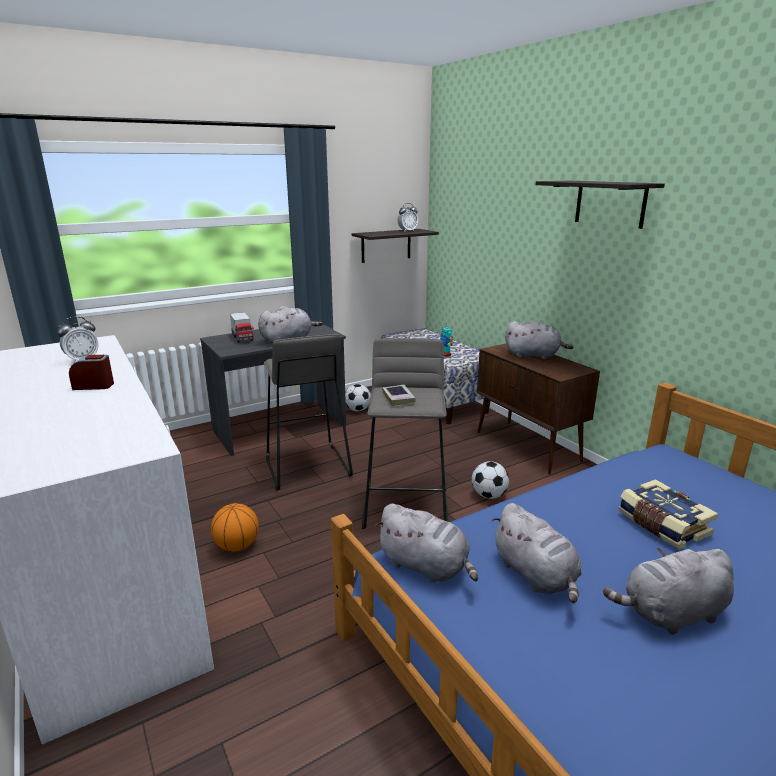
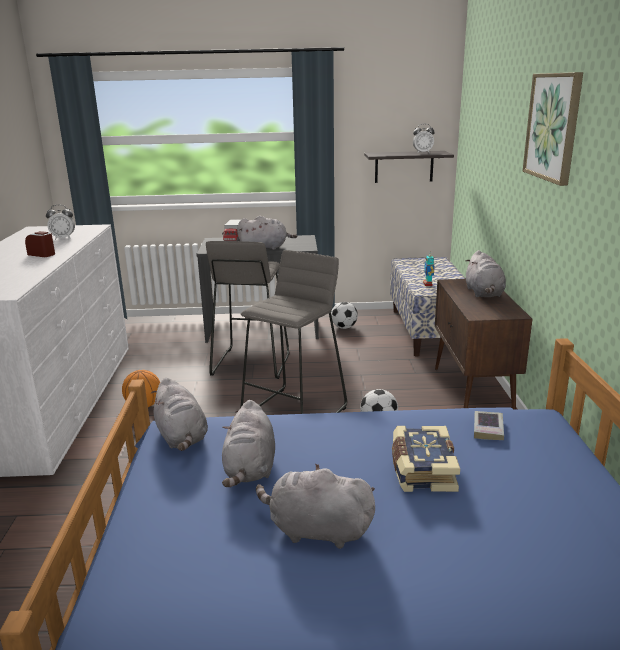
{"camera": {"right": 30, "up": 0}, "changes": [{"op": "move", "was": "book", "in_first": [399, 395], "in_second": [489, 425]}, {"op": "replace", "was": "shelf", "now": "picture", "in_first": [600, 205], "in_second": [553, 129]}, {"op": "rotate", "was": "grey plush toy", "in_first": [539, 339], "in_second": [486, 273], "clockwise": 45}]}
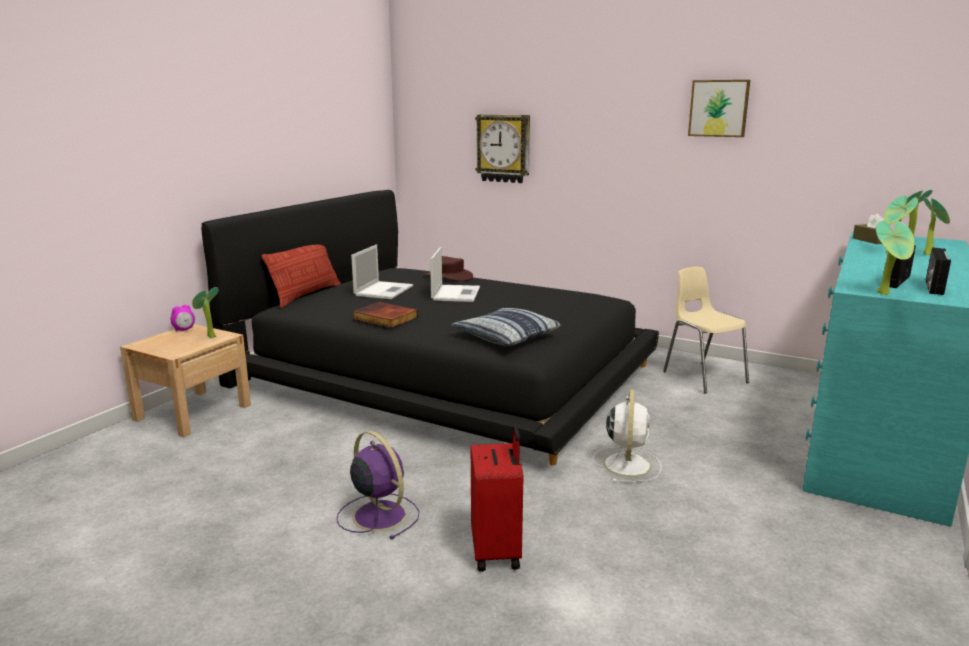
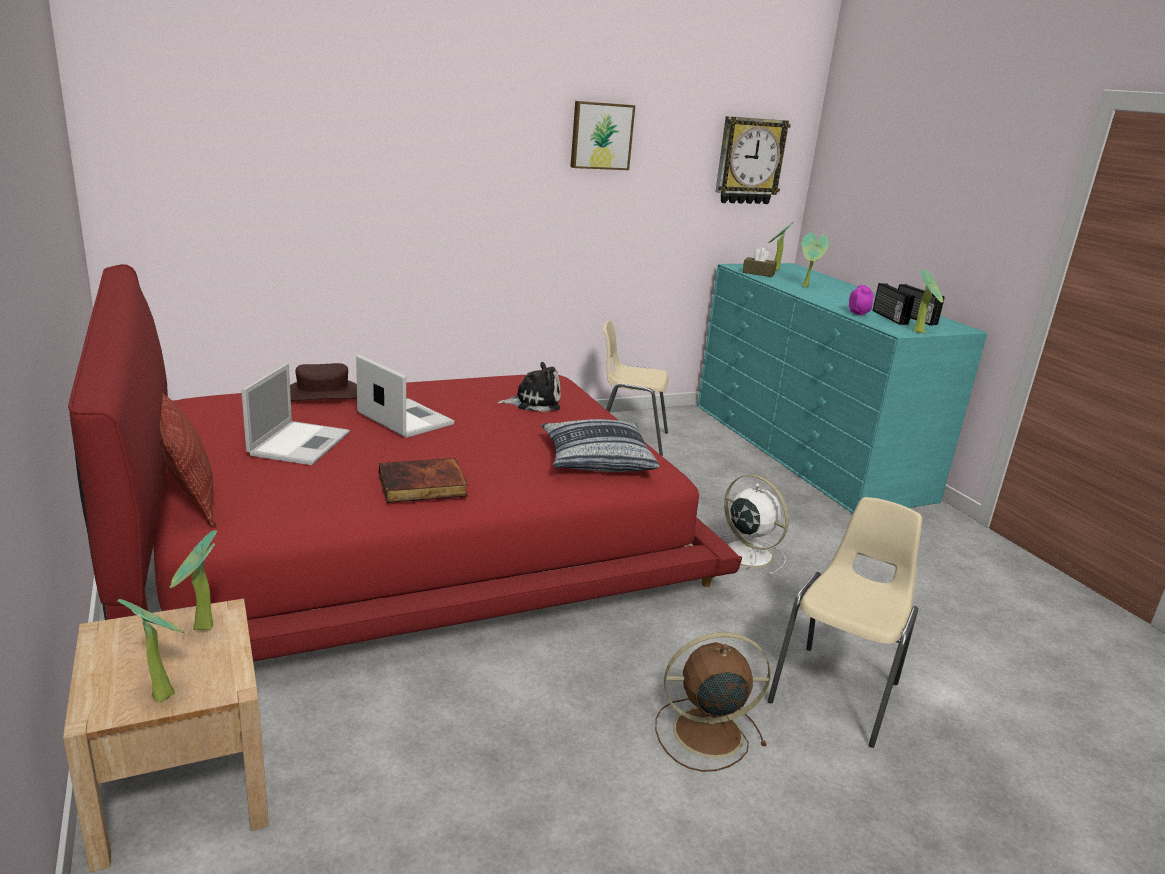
{"camera": {"right": -55, "up": 5}, "changes": [{"op": "insert", "now": "plush toy", "in_second": [529, 387]}, {"op": "move", "was": "alarm clock", "in_first": [182, 318], "in_second": [861, 300]}, {"op": "move", "was": "wall clock", "in_first": [502, 149], "in_second": [753, 160]}, {"op": "move", "was": "potted plant", "in_first": [936, 226], "in_second": [151, 650]}, {"op": "replace", "was": "red suitcase", "now": "beige chair", "in_first": [497, 498], "in_second": [845, 622]}, {"op": "recolor", "was": "black bed", "now": "red bed", "in_first": [430, 328], "in_second": [405, 462]}, {"op": "recolor", "was": "purple fan", "now": "brown fan", "in_first": [377, 485], "in_second": [713, 702]}, {"op": "rotate", "was": "laptop", "in_first": [382, 271], "in_second": [295, 414], "clockwise": 45}]}
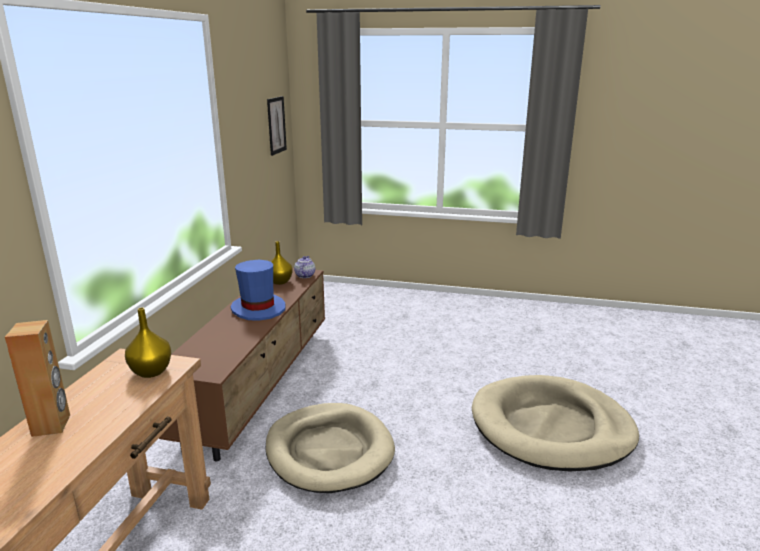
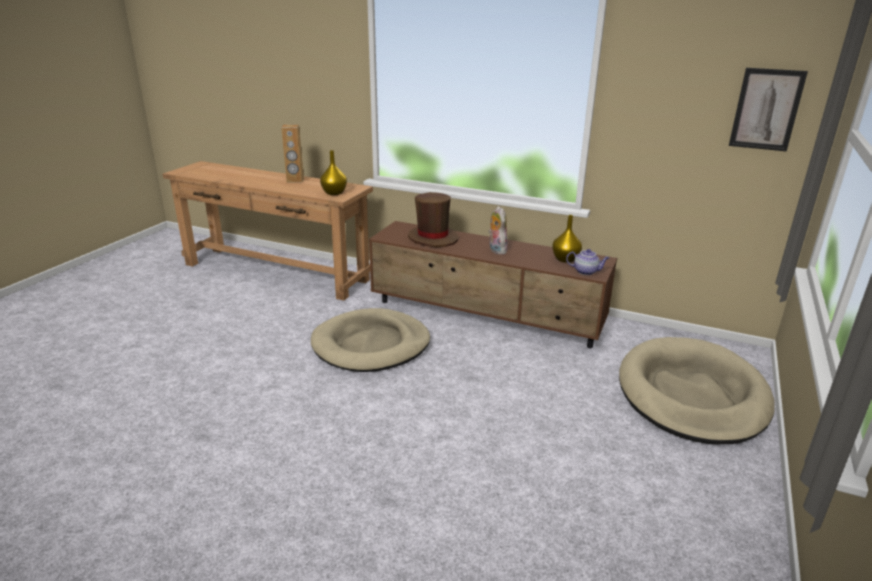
{"camera": {"right": 100, "up": 5}, "changes": [{"op": "insert", "now": "brown hat", "in_second": [433, 219]}, {"op": "move", "was": "beige dog bed", "in_first": [555, 423], "in_second": [697, 390]}, {"op": "replace", "was": "blue hat", "now": "plush toy", "in_first": [258, 290], "in_second": [498, 230]}]}
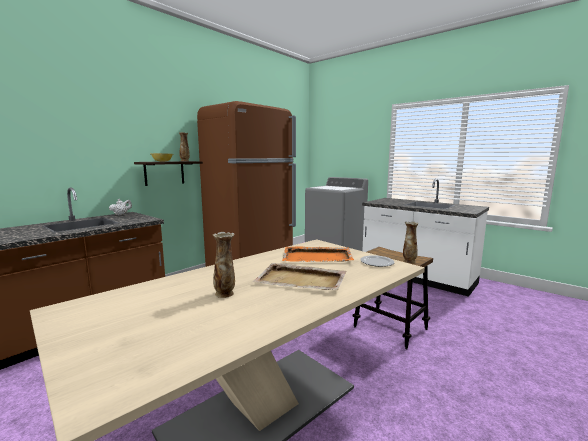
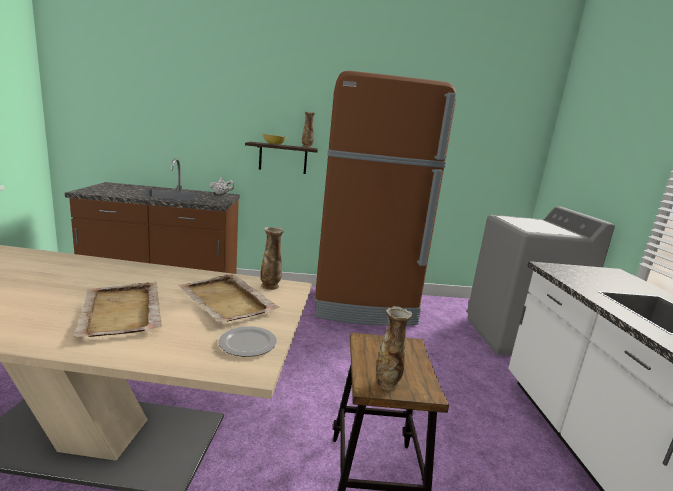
{"camera": {"right": 45, "up": 5}, "changes": [{"op": "move", "was": "vase", "in_first": [224, 265], "in_second": [272, 258]}, {"op": "recolor", "was": "orange tray", "now": "beige tray", "in_first": [318, 254], "in_second": [229, 298]}]}
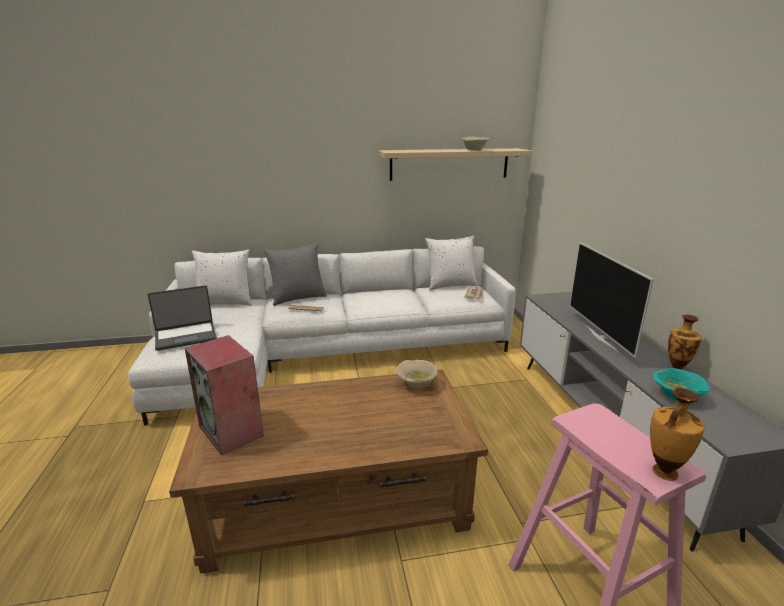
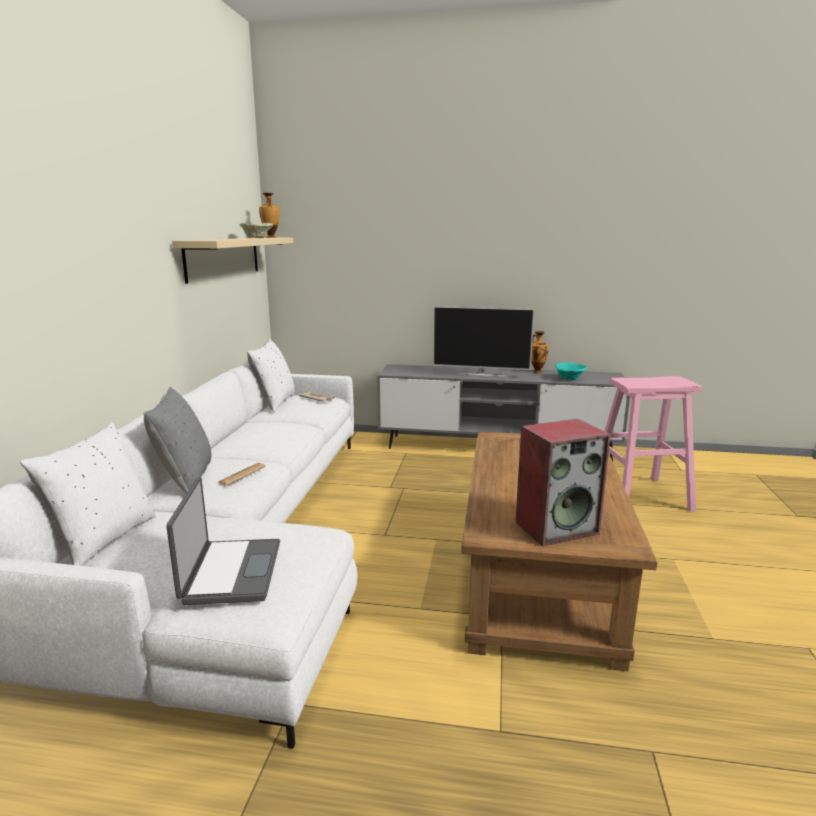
{"camera": {"right": -70, "up": -5}, "changes": [{"op": "delete", "was": "beige bowl", "in_first": [417, 374]}, {"op": "move", "was": "vase", "in_first": [677, 434], "in_second": [269, 215]}]}
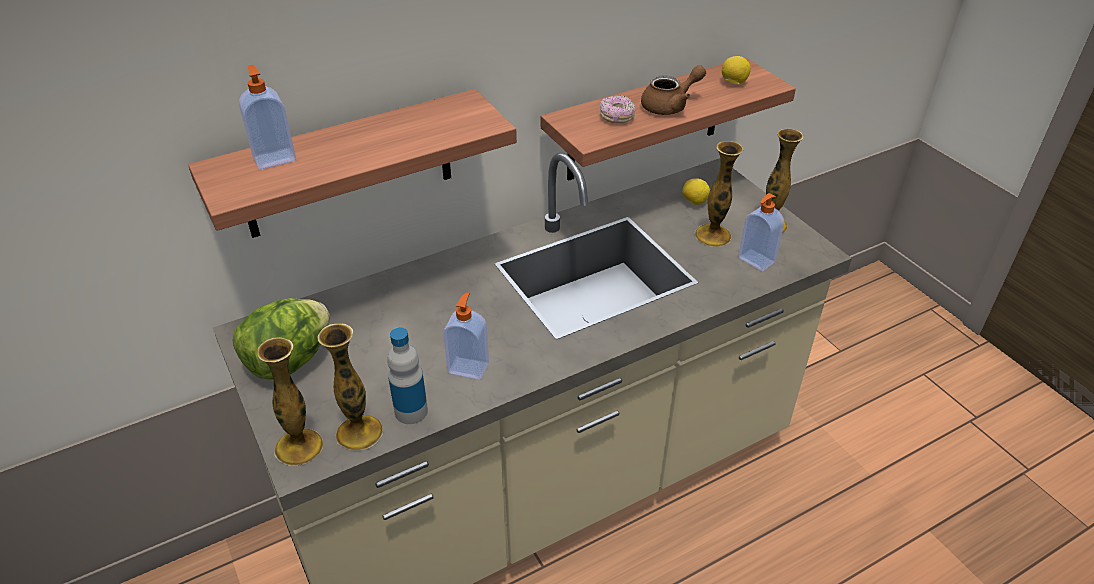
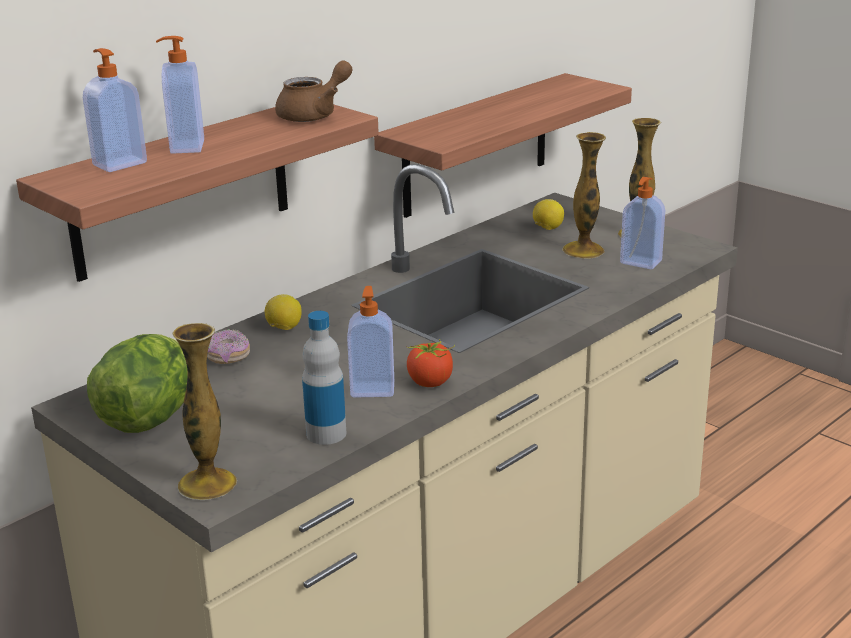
{"camera": {"right": -15, "up": -15}, "changes": [{"op": "delete", "was": "vase", "in_first": [350, 387]}, {"op": "insert", "now": "soap dispenser", "in_second": [180, 95]}, {"op": "insert", "now": "tomato", "in_second": [430, 363]}, {"op": "move", "was": "donut", "in_first": [618, 109], "in_second": [228, 346]}, {"op": "move", "was": "brown teapot", "in_first": [673, 90], "in_second": [314, 91]}, {"op": "move", "was": "lemon", "in_first": [736, 70], "in_second": [283, 312]}]}
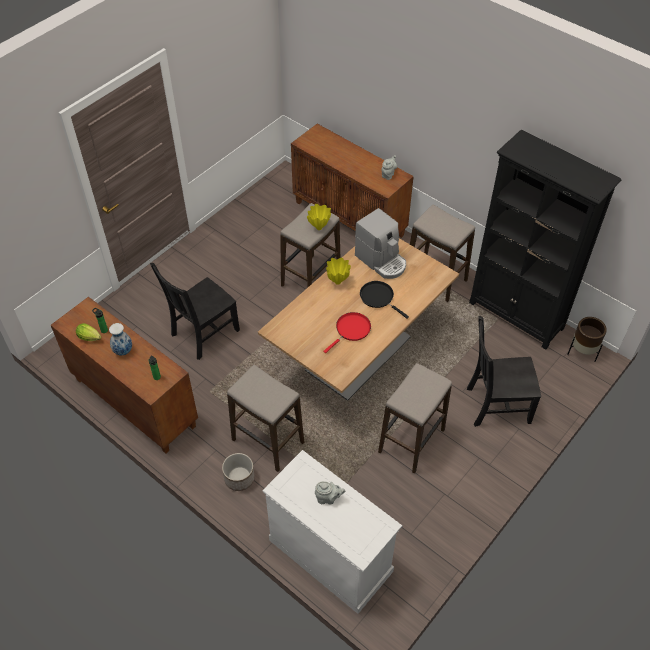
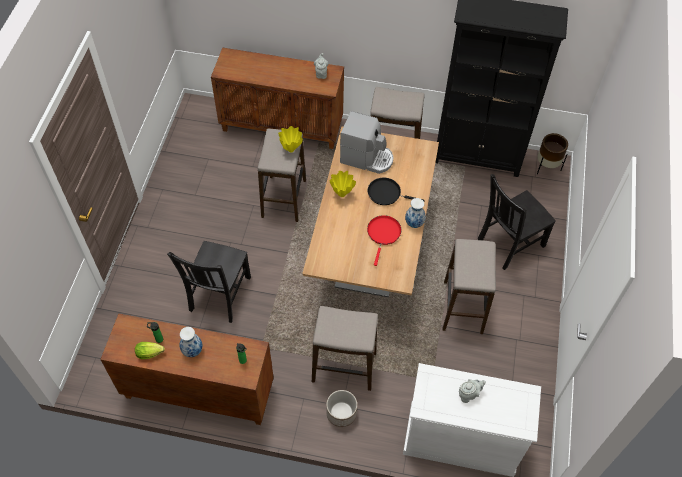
{"camera": {"right": -30, "up": 5}, "changes": [{"op": "insert", "now": "vase", "in_second": [415, 213]}]}
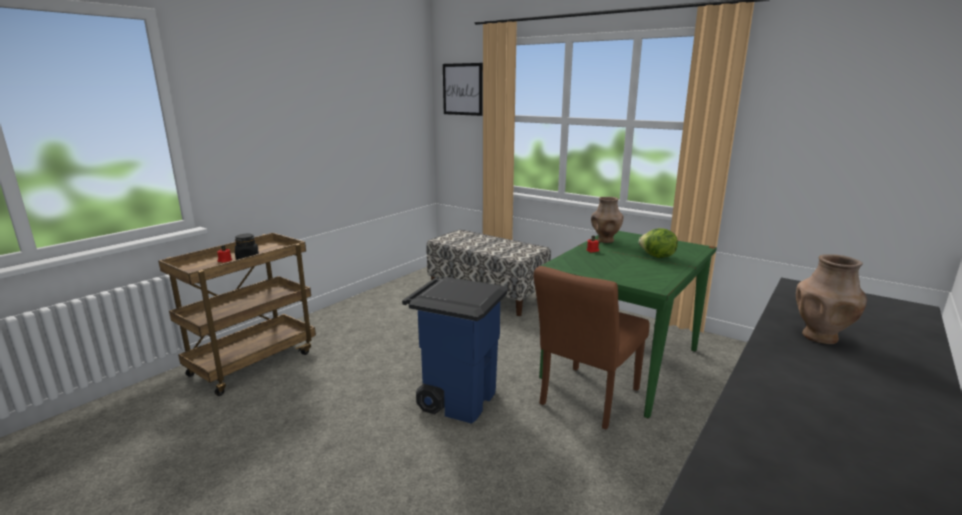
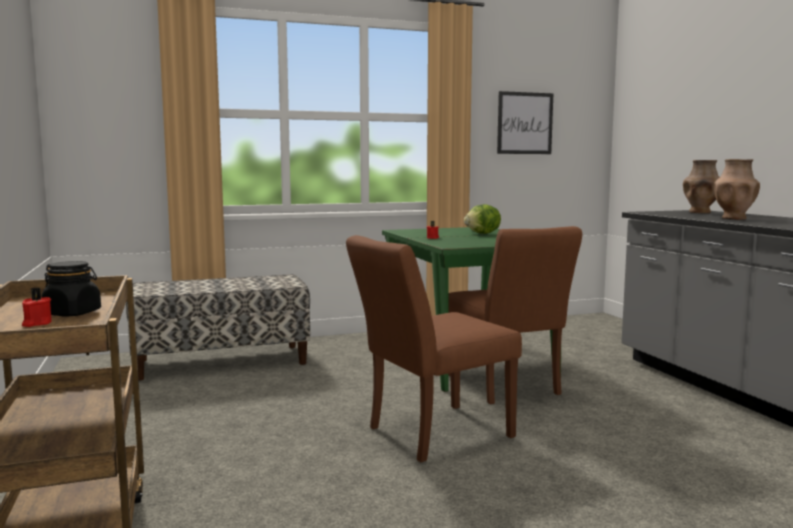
{"camera": {"right": -55, "up": -10}, "changes": [{"op": "move", "was": "picture", "in_first": [463, 89], "in_second": [525, 122]}, {"op": "move", "was": "brown vase", "in_first": [607, 220], "in_second": [701, 186]}, {"op": "replace", "was": "blue trash can", "now": "brown chair", "in_first": [455, 350], "in_second": [434, 348]}]}
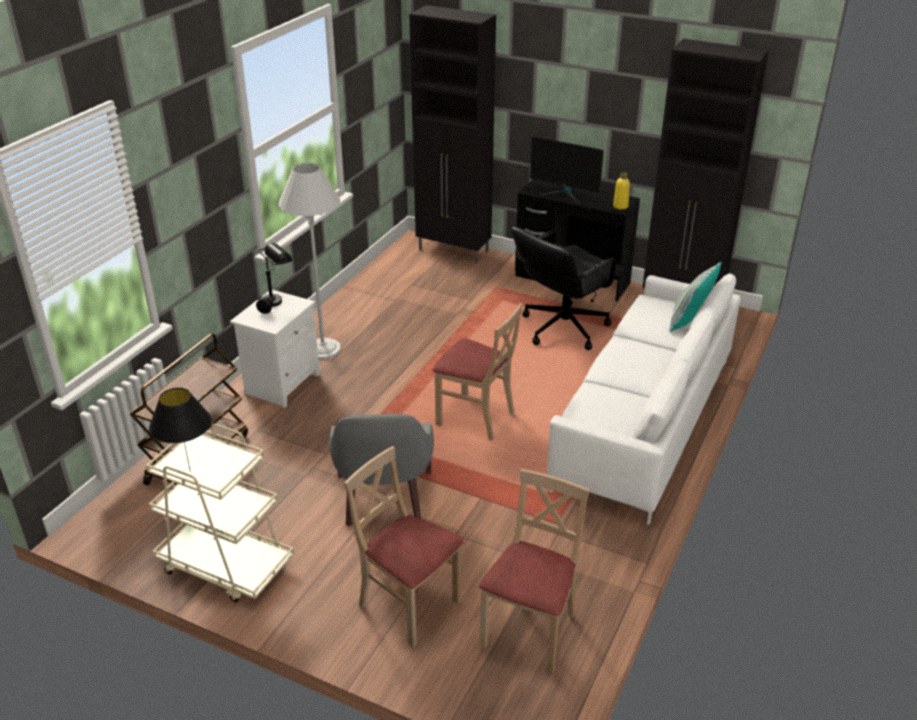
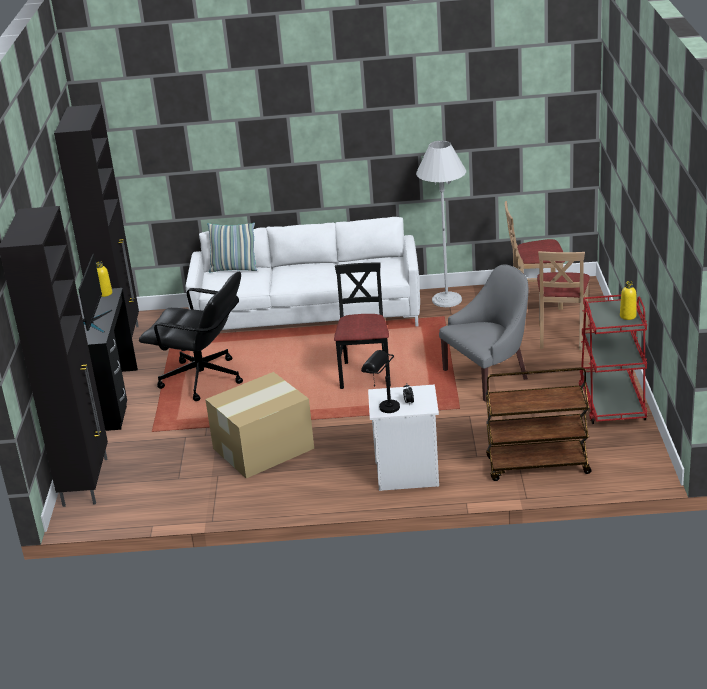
{"camera": {"right": -115, "up": -5}, "changes": [{"op": "insert", "now": "cardboard box", "in_second": [259, 425]}, {"op": "move", "was": "white floor lamp", "in_first": [309, 261], "in_second": [441, 224]}, {"op": "replace", "was": "black table lamp", "now": "yellow bottle", "in_first": [180, 430], "in_second": [628, 300]}, {"op": "recolor", "was": "beige cart", "now": "red cart", "in_first": [220, 513], "in_second": [613, 359]}, {"op": "recolor", "was": "beige chair", "now": "black chair", "in_first": [477, 372], "in_second": [362, 326]}]}
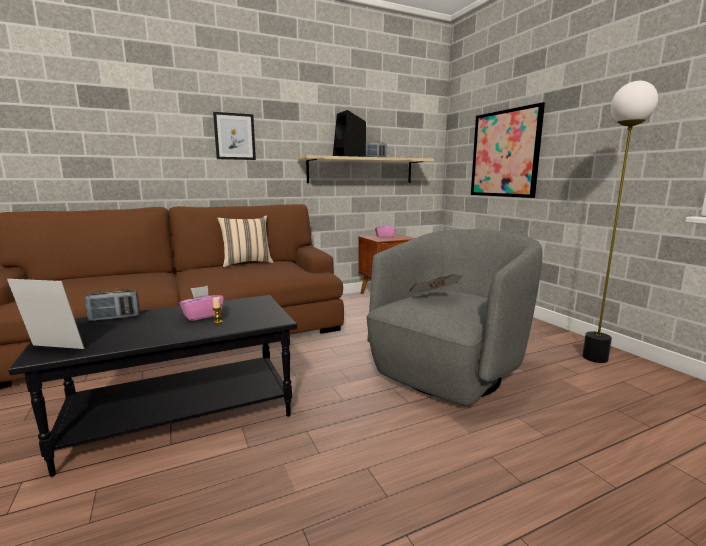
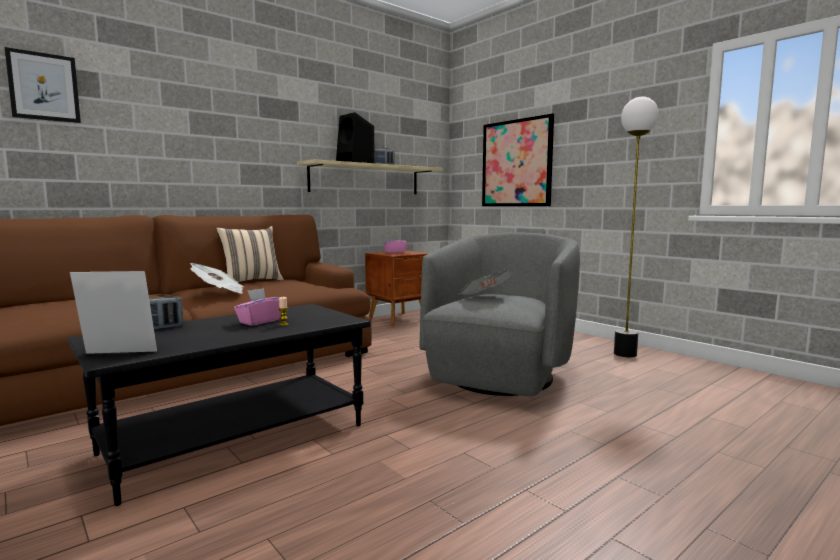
{"camera": {"right": -15, "up": -5}, "changes": [{"op": "insert", "now": "newspaper", "in_second": [217, 278]}, {"op": "move", "was": "picture", "in_first": [234, 136], "in_second": [43, 85]}]}
